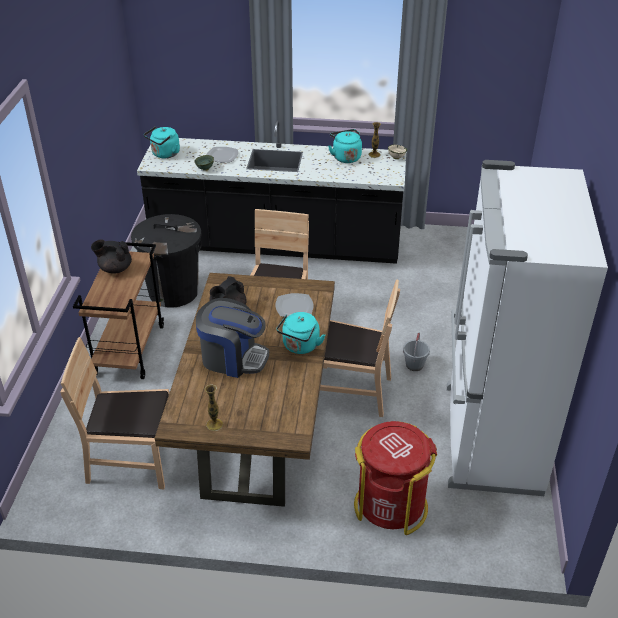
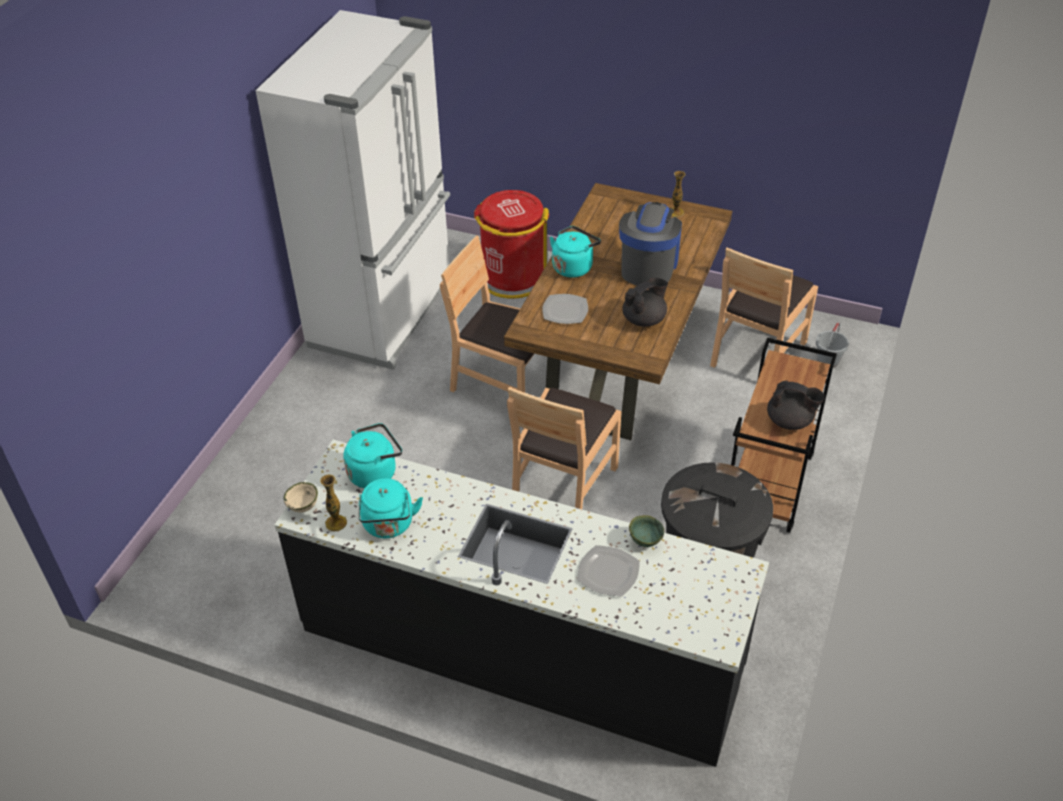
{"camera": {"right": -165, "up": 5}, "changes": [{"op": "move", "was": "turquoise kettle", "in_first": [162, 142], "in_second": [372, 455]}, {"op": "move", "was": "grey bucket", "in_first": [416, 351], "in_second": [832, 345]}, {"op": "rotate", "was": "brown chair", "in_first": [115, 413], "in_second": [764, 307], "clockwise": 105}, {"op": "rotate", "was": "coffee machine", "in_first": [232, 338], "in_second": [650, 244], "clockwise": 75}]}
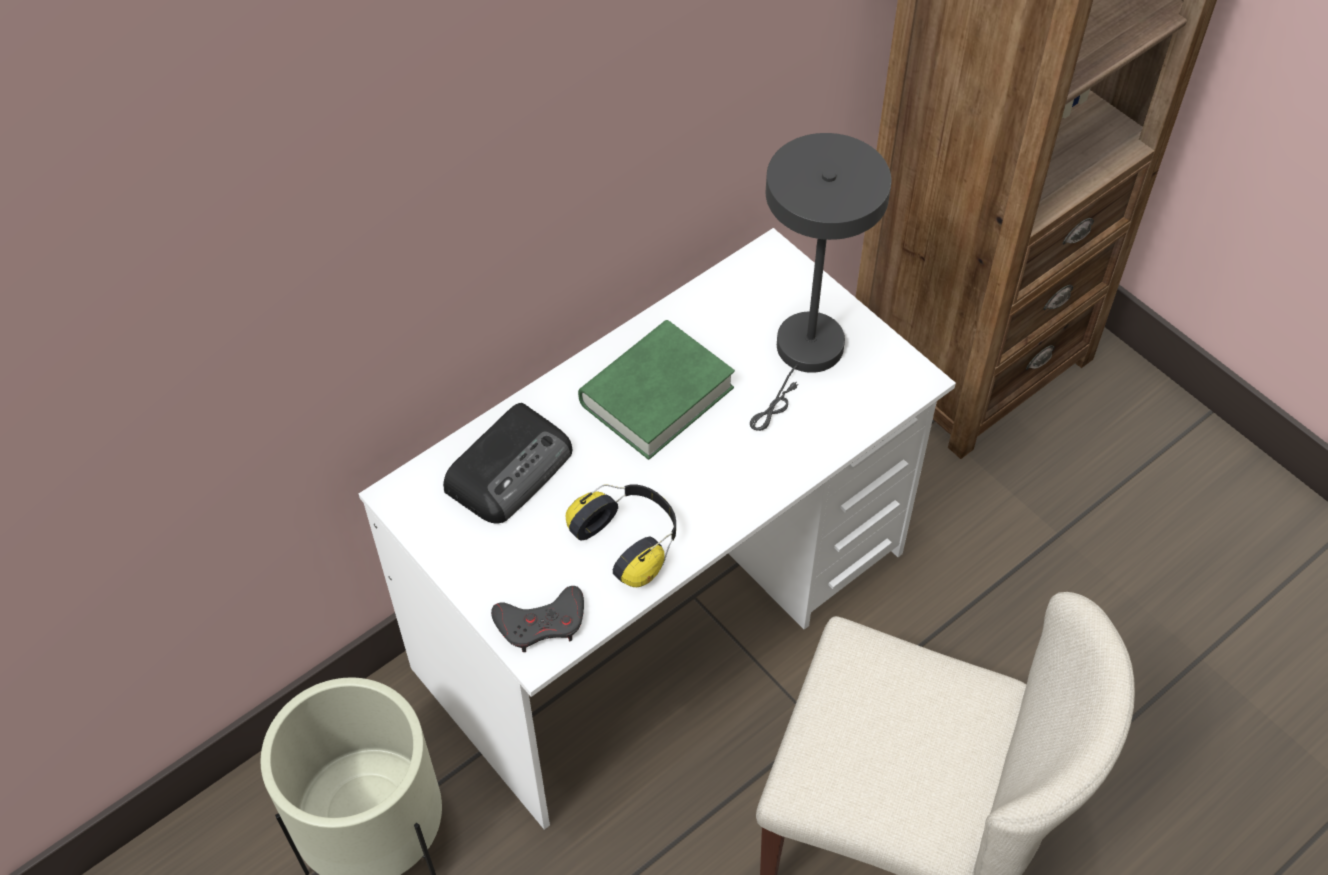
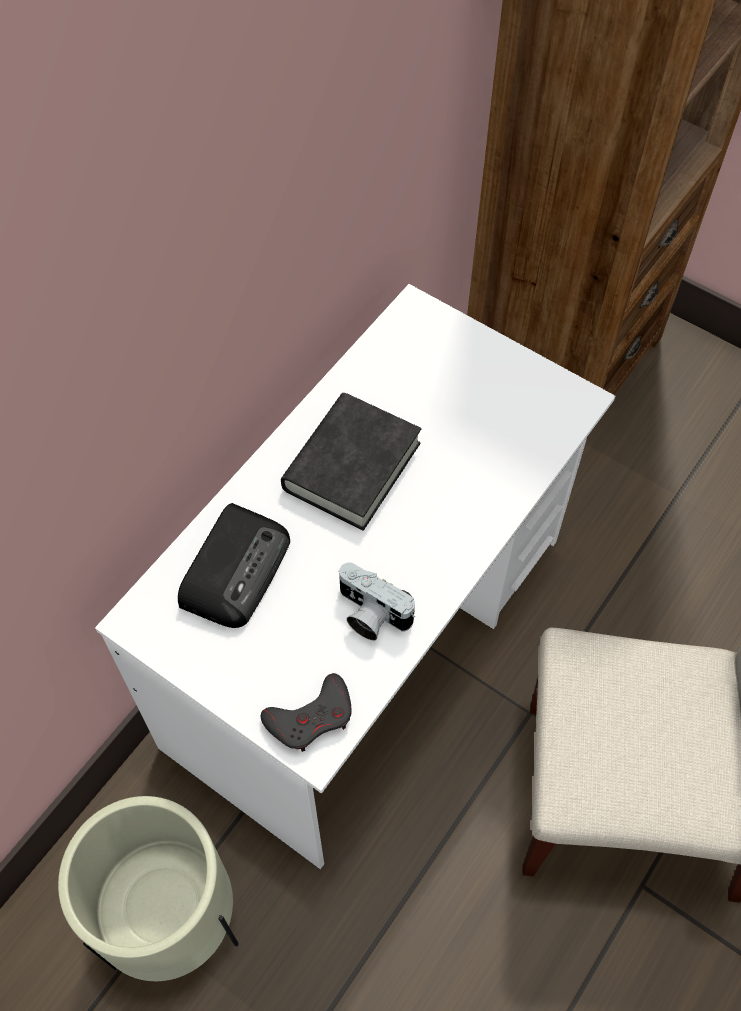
{"camera": {"right": -15, "up": 5}, "changes": [{"op": "delete", "was": "grey table lamp", "in_first": [820, 282]}, {"op": "replace", "was": "headphones", "now": "photo camera", "in_first": [621, 535], "in_second": [377, 602]}, {"op": "recolor", "was": "green book", "now": "black book", "in_first": [656, 390], "in_second": [351, 462]}]}
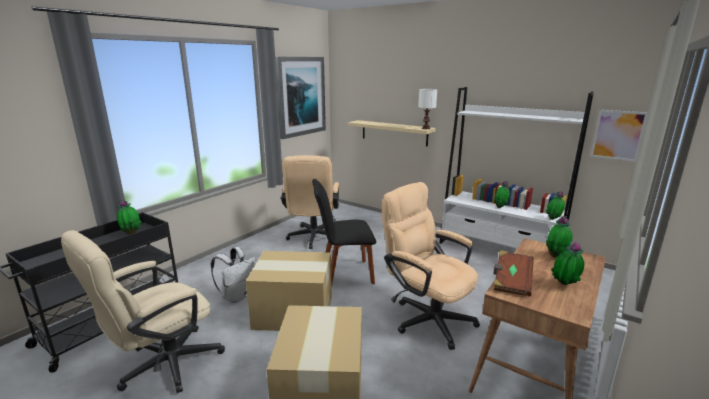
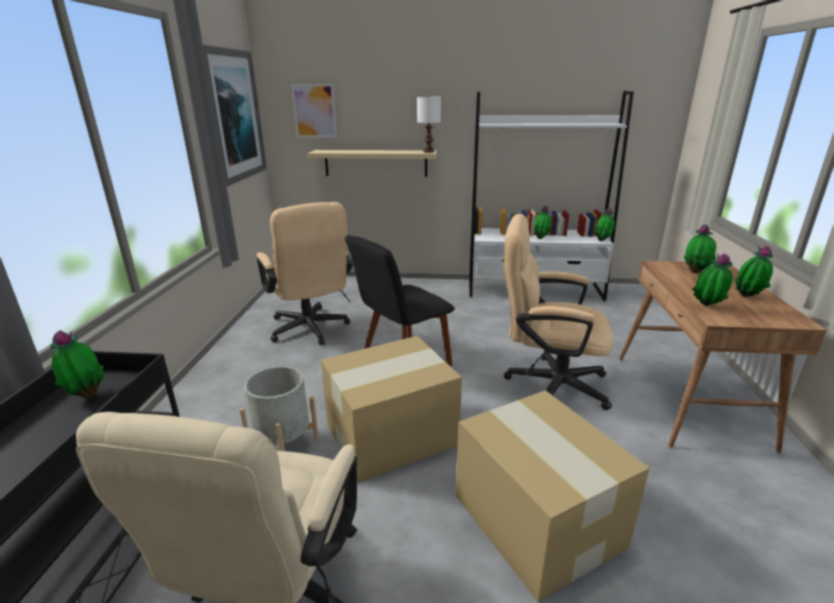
{"camera": {"right": -30, "up": 5}, "changes": [{"op": "move", "was": "picture", "in_first": [619, 136], "in_second": [314, 111]}, {"op": "replace", "was": "white backpack", "now": "grey planter", "in_first": [233, 275], "in_second": [279, 408]}, {"op": "replace", "was": "brown book", "now": "potted plant", "in_first": [514, 273], "in_second": [712, 279]}]}
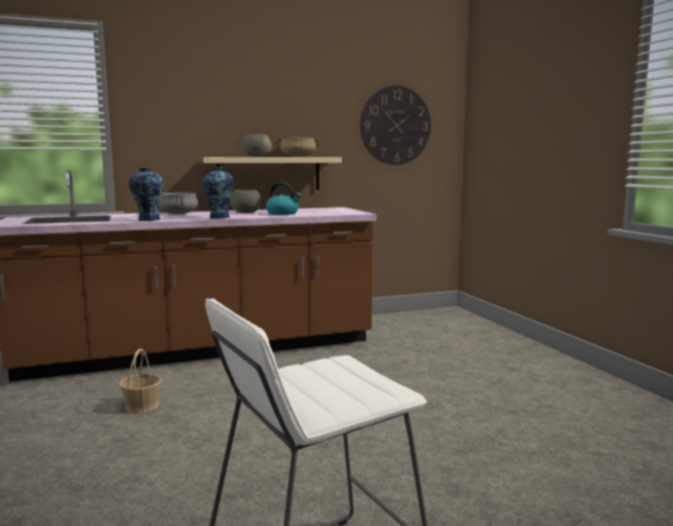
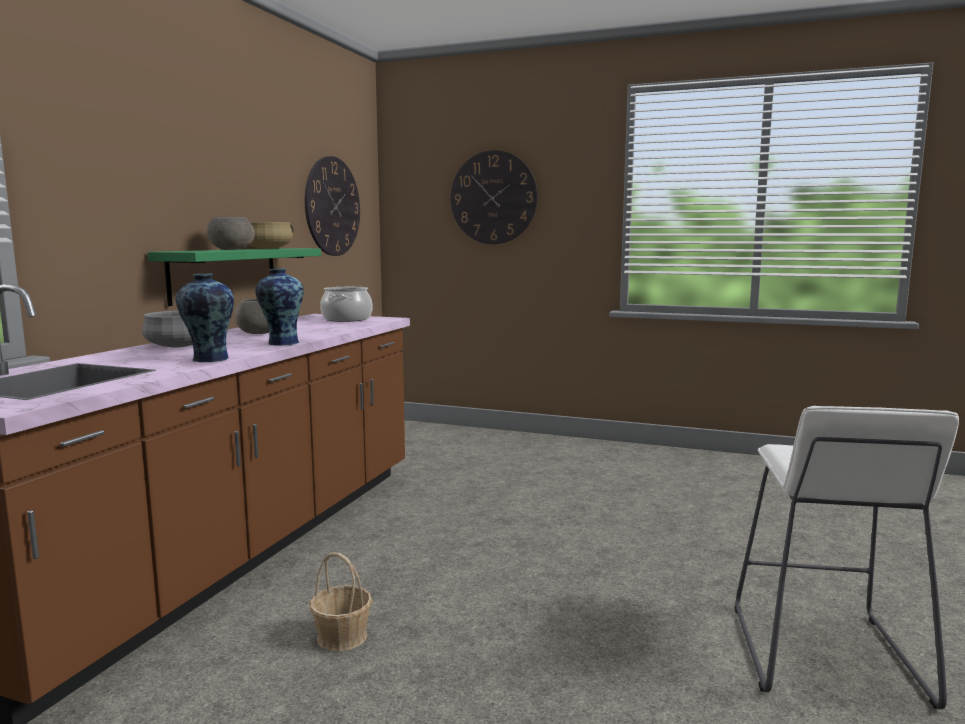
{"camera": {"right": -50, "up": 0}, "changes": [{"op": "delete", "was": "kettle", "in_first": [283, 198]}, {"op": "insert", "now": "cooking pot", "in_second": [346, 304]}, {"op": "insert", "now": "wall clock", "in_second": [494, 197]}, {"op": "recolor", "was": "beige shelf", "now": "green shelf", "in_first": [272, 173], "in_second": [234, 277]}]}
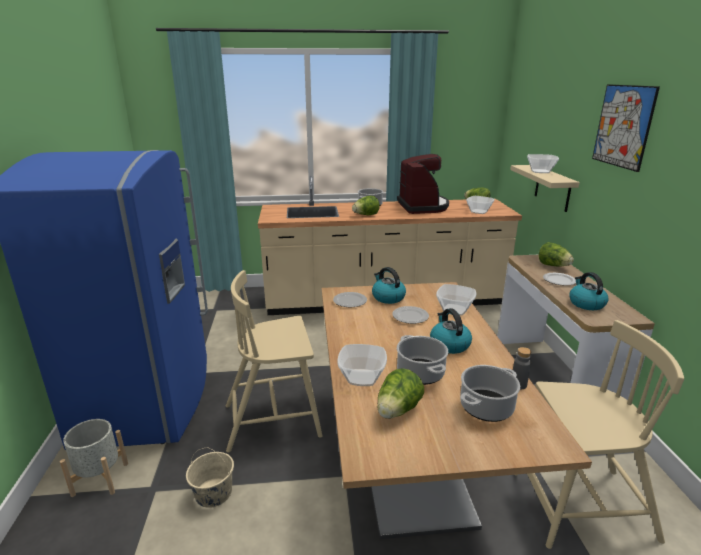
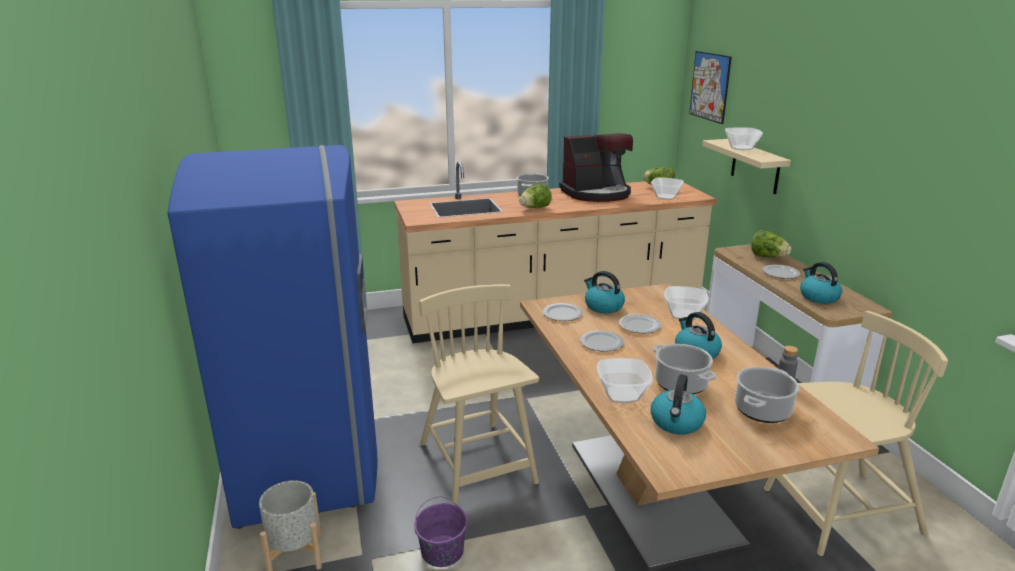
{"camera": {"right": -10, "up": 0}, "changes": [{"op": "insert", "now": "plate", "in_second": [602, 341]}, {"op": "move", "was": "picture", "in_first": [626, 128], "in_second": [710, 87]}, {"op": "replace", "was": "lettuce", "now": "kettle", "in_first": [400, 393], "in_second": [678, 404]}, {"op": "recolor", "was": "beige bucket", "now": "purple bucket", "in_first": [210, 478], "in_second": [441, 531]}, {"op": "rotate", "was": "beige chair", "in_first": [274, 361], "in_second": [479, 395], "clockwise": 90}, {"op": "rotate", "was": "coffee machine", "in_first": [423, 184], "in_second": [596, 167], "clockwise": 90}]}
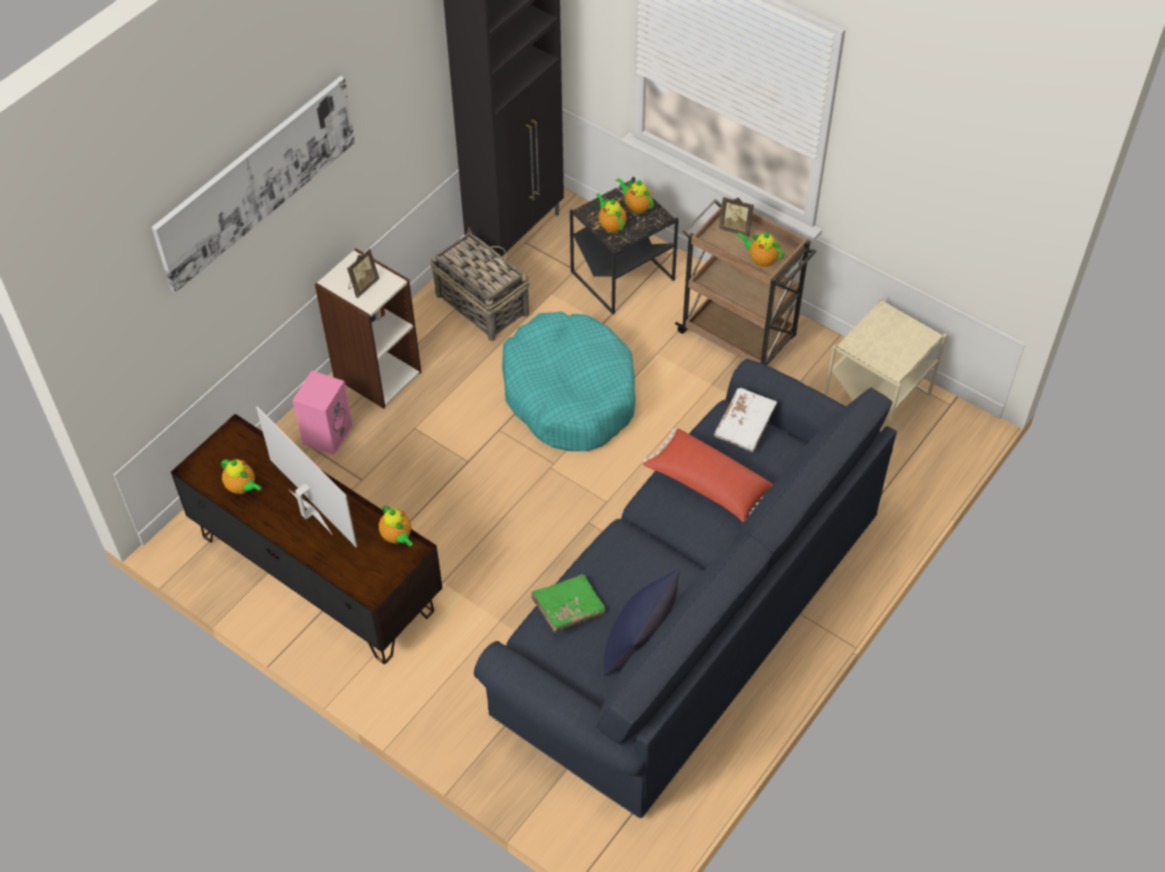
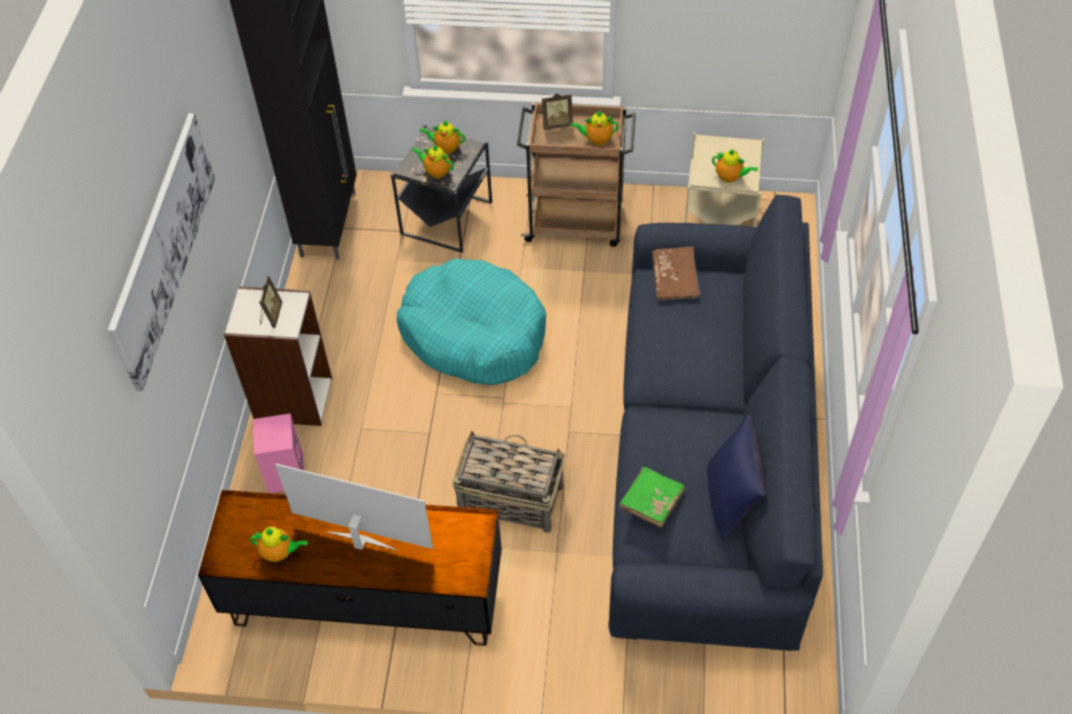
{"camera": {"right": -30, "up": 0}, "changes": [{"op": "delete", "was": "red pillow", "in_first": [708, 475]}, {"op": "move", "was": "teapot", "in_first": [396, 525], "in_second": [735, 166]}, {"op": "move", "was": "basket", "in_first": [480, 284], "in_second": [508, 481]}, {"op": "recolor", "was": "white book", "now": "brown book", "in_first": [745, 420], "in_second": [676, 273]}]}
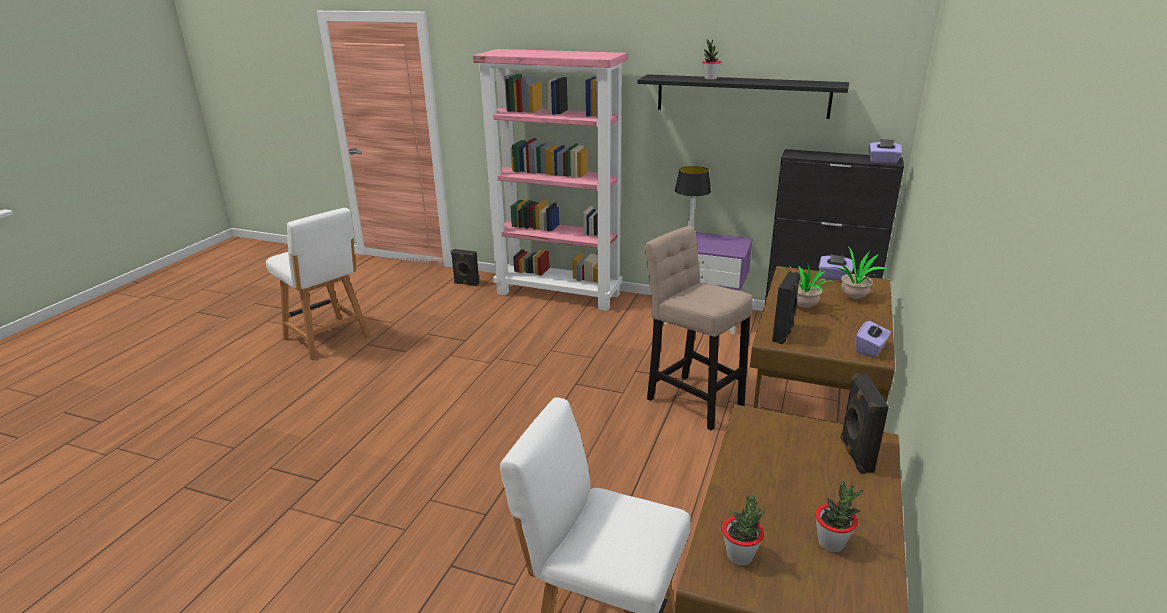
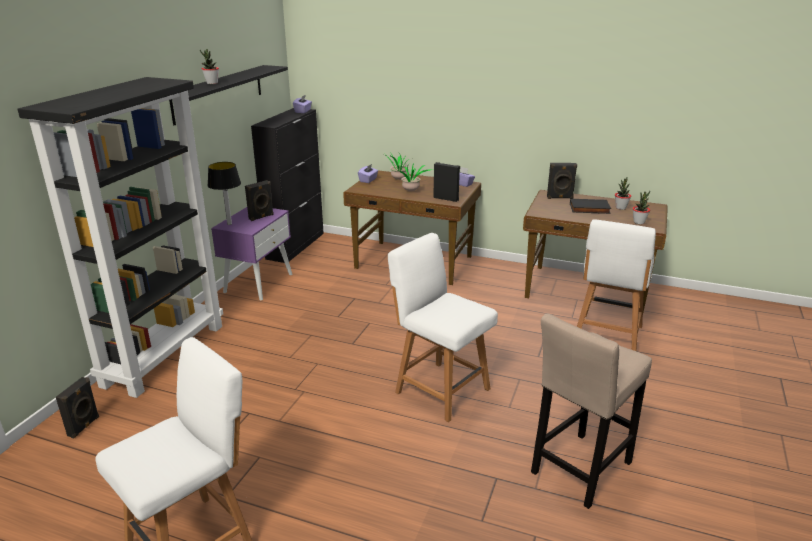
{"camera": {"right": -90, "up": 0}, "changes": [{"op": "insert", "now": "black speaker", "in_second": [259, 200]}, {"op": "insert", "now": "white chair", "in_second": [443, 327]}, {"op": "insert", "now": "black book", "in_second": [590, 206]}, {"op": "move", "was": "beige stool", "in_first": [698, 328], "in_second": [591, 411]}, {"op": "recolor", "was": "pink bookcase", "now": "black bookcase", "in_first": [550, 180], "in_second": [120, 237]}]}
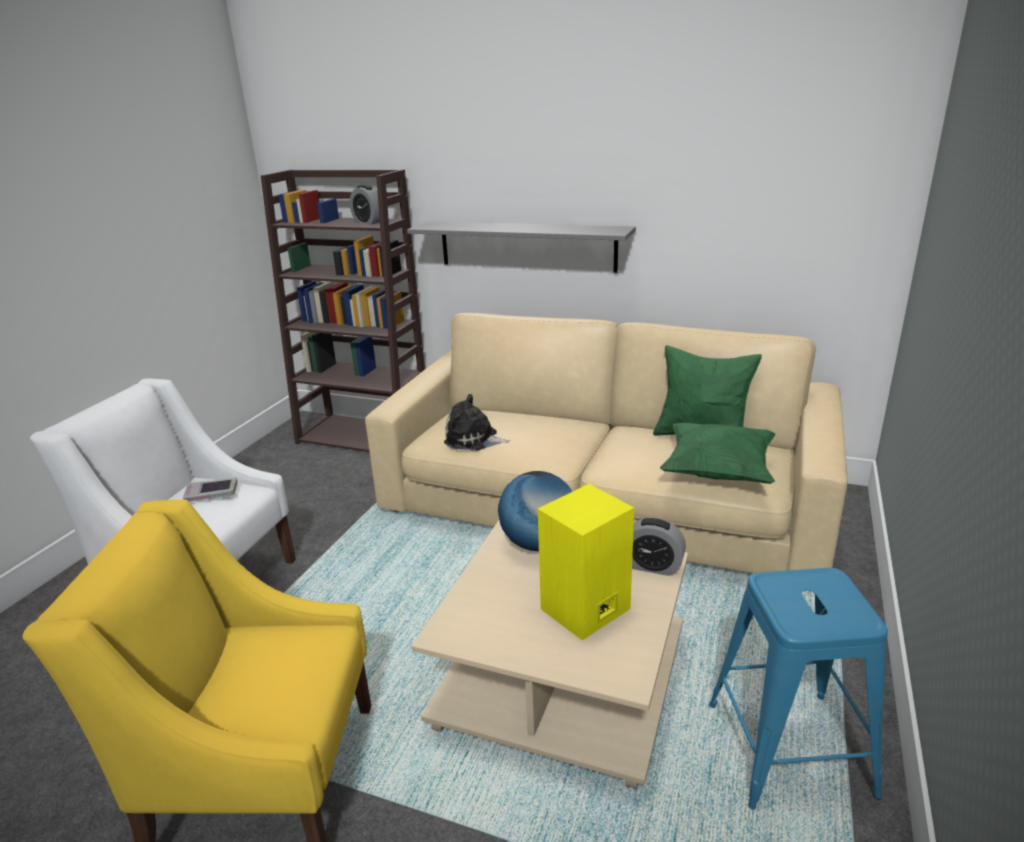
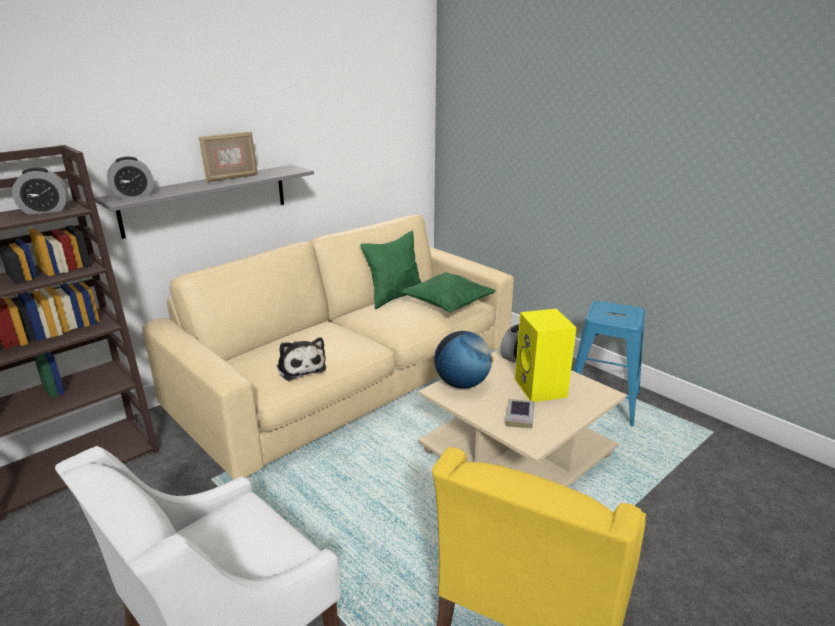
{"camera": {"right": -65, "up": 0}, "changes": [{"op": "insert", "now": "alarm clock", "in_second": [130, 178]}, {"op": "insert", "now": "picture frame", "in_second": [228, 157]}, {"op": "move", "was": "book", "in_first": [210, 490], "in_second": [519, 413]}, {"op": "rotate", "was": "plush toy", "in_first": [477, 422], "in_second": [302, 359], "clockwise": -75}]}
